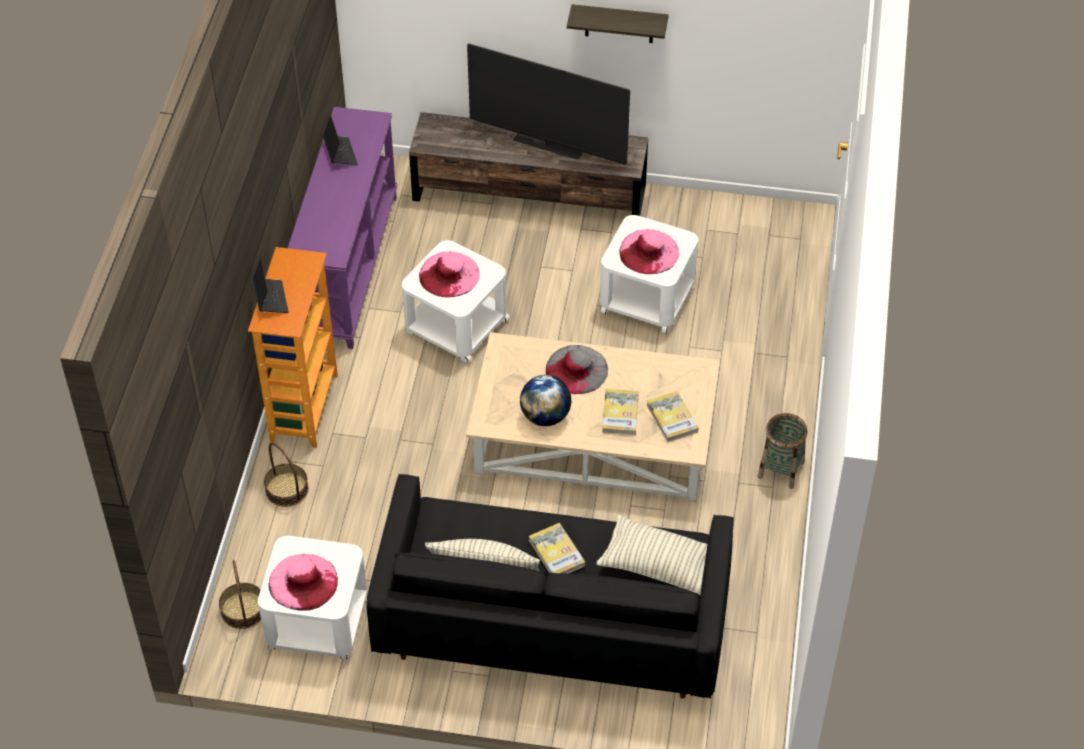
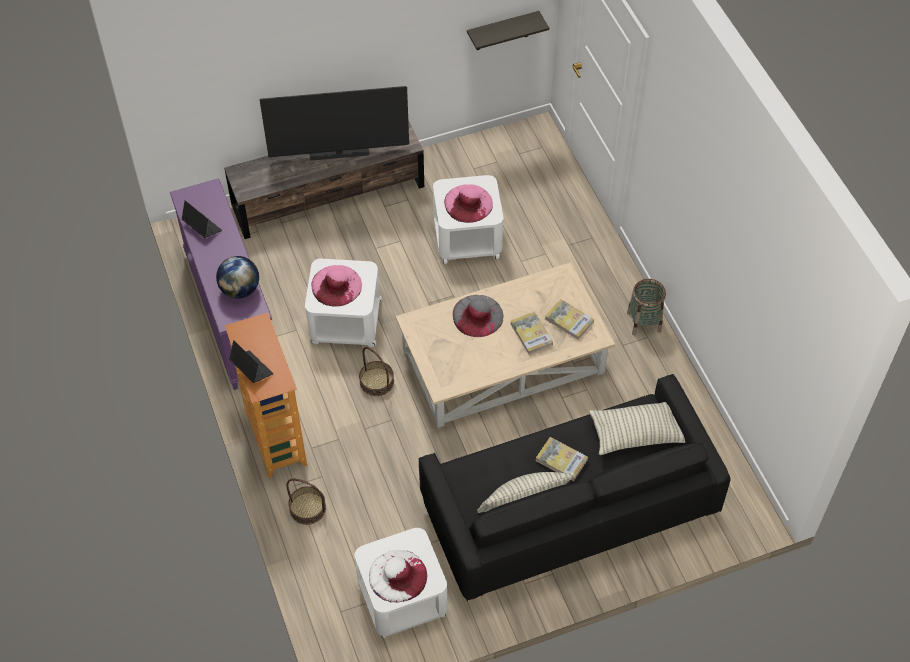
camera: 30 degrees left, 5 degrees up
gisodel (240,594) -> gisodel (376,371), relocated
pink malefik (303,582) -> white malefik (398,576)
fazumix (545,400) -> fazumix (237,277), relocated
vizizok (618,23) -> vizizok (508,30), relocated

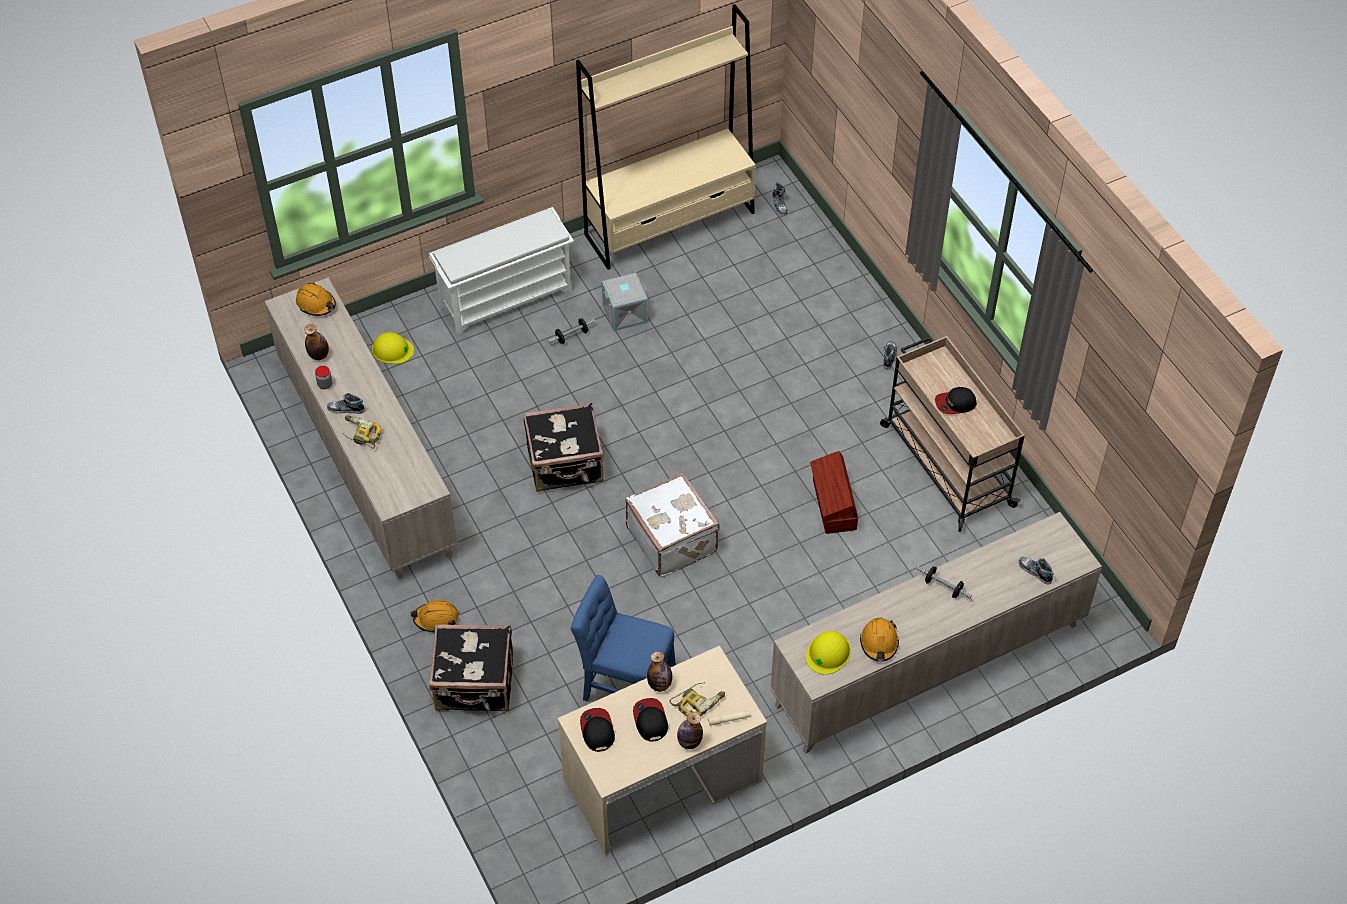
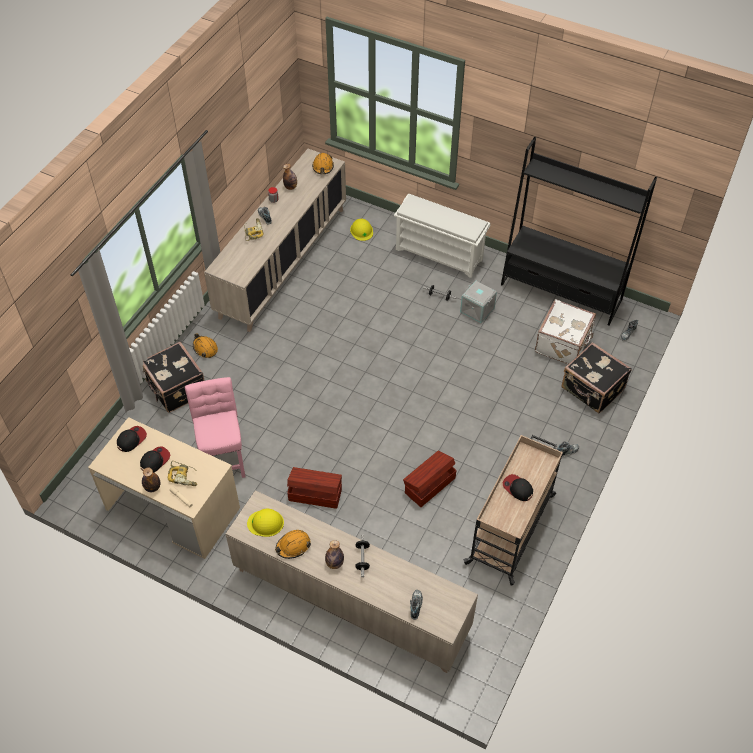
camera: 55 degrees right, 0 degrees up
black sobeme (563,447) -> black sobeme (596,377), relocated
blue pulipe (623,638) -> pink pulipe (215,427)
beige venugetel (666,137) -> black venugetel (579,231)
white sobeme (672,525) -> white sobeme (565,331), relocated
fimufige (659,671) -> fimufige (334,554), relocated
none -> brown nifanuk (314,488)

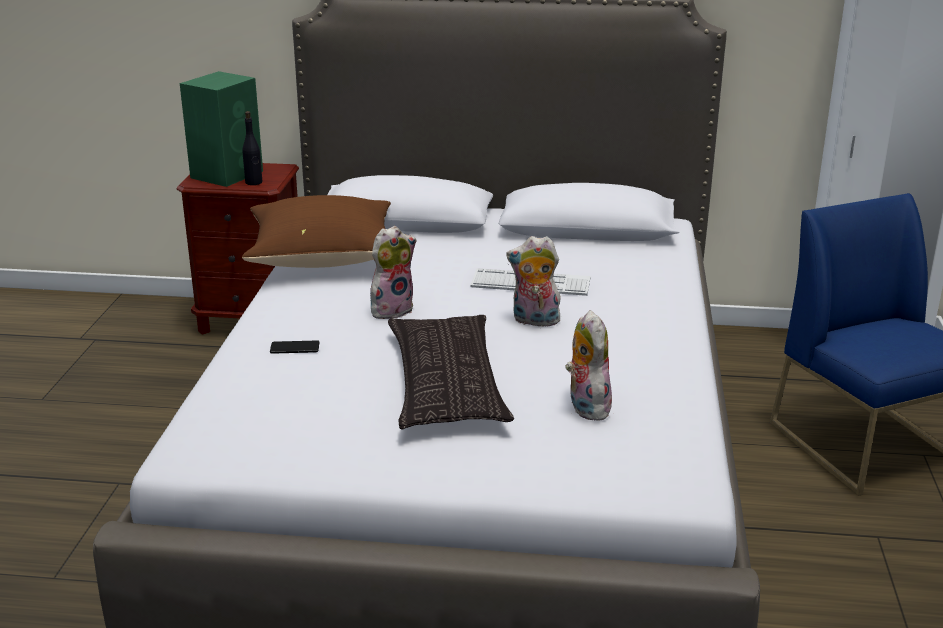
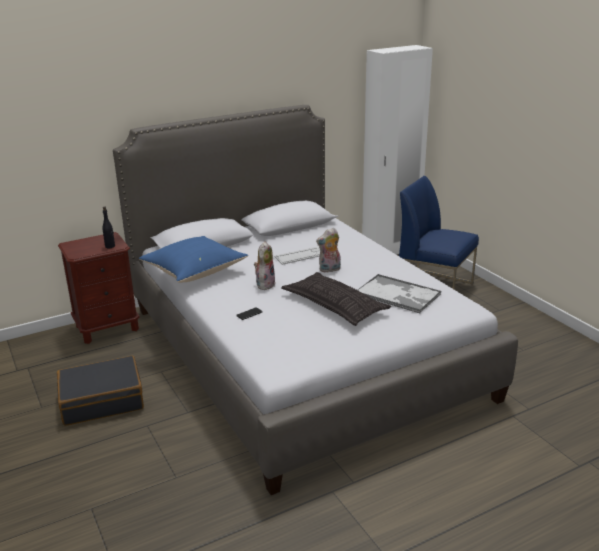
camera: 35 degrees left, 0 degrees up
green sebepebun (221,129) -> none
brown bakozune (316,231) -> blue bakozune (193,259)
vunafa (588,365) -> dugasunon (399,293)
none -> black sobeme (100,391)

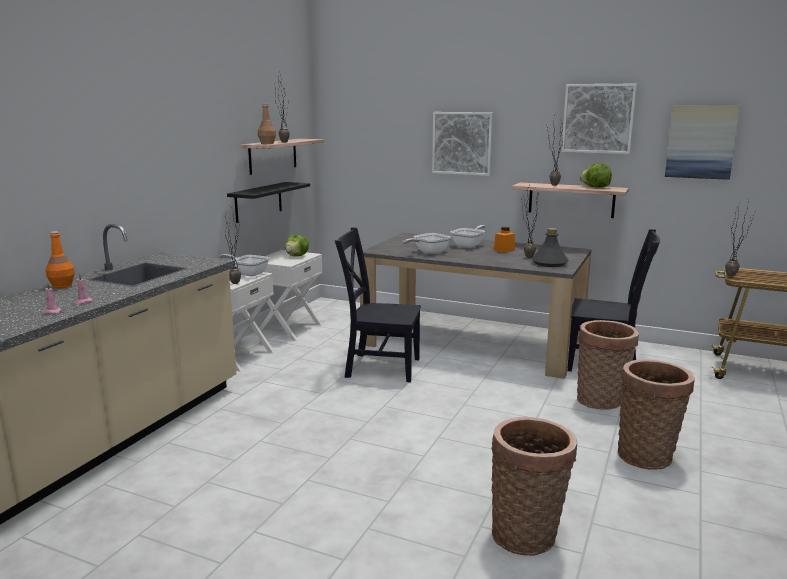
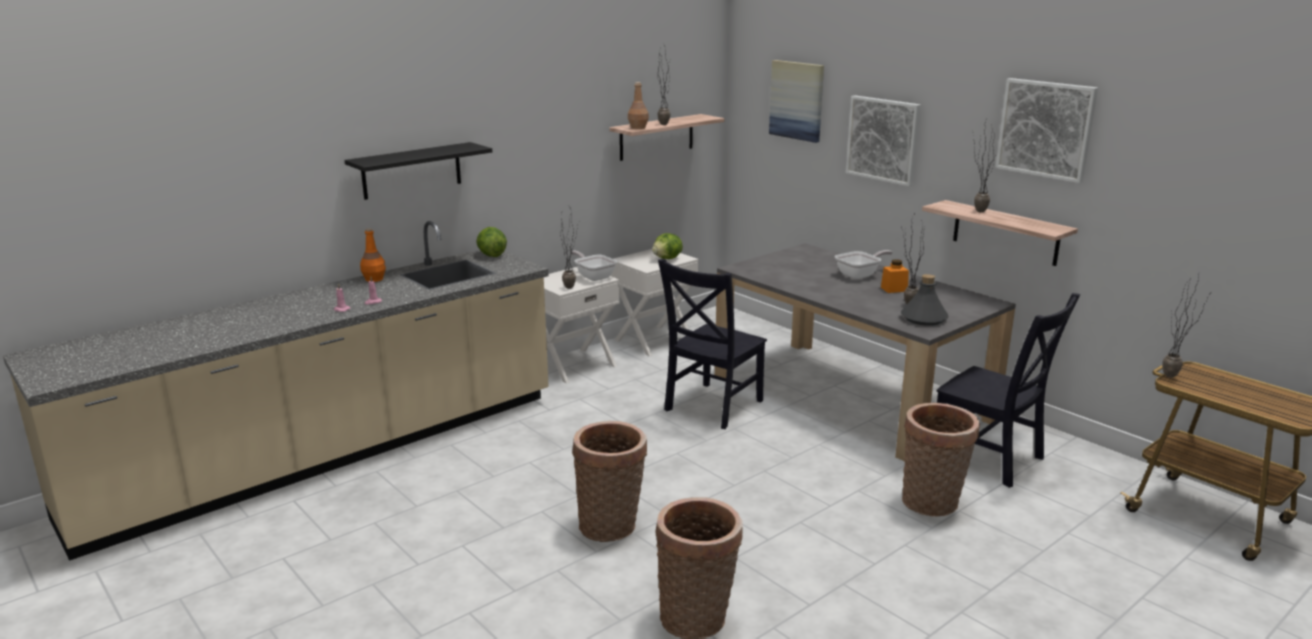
camera: 25 degrees right, 5 degrees up
black vizizok (268,202) -> black vizizok (418,171), relocated
black pulipe (378,304) -> black pulipe (712,344), 90 degrees counterclockwise
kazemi (427,243) -> none
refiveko (596,175) -> refiveko (491,242), relocated
gisodel (656,415) -> gisodel (609,481), relocated
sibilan (702,142) -> sibilan (796,101), relocated

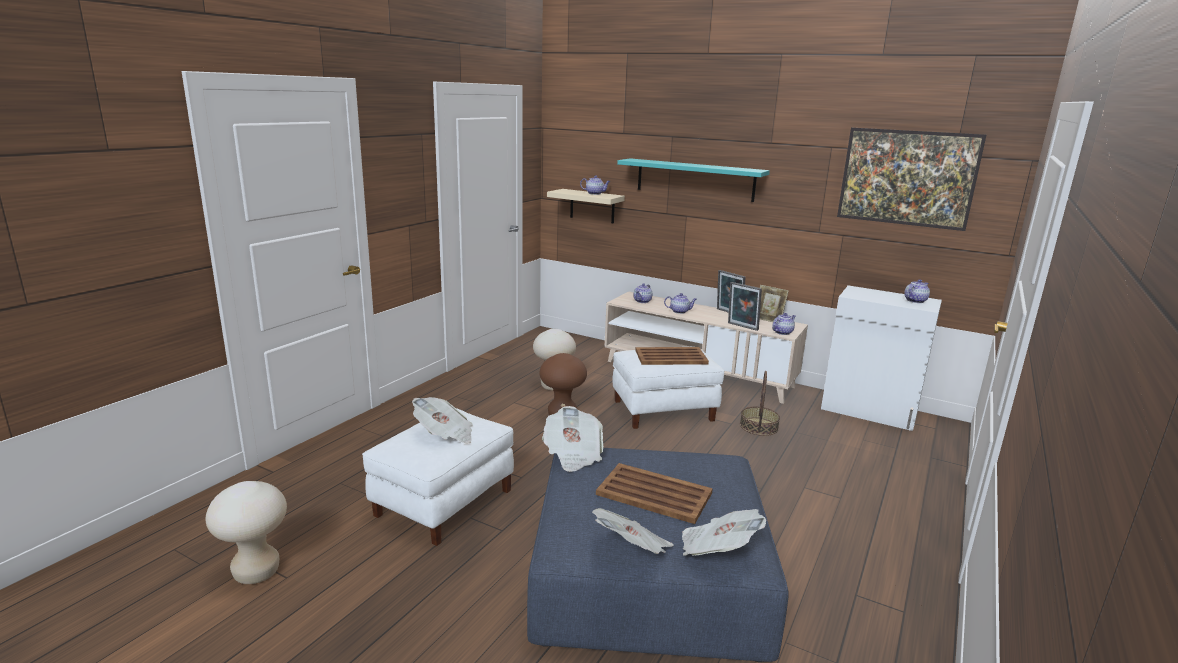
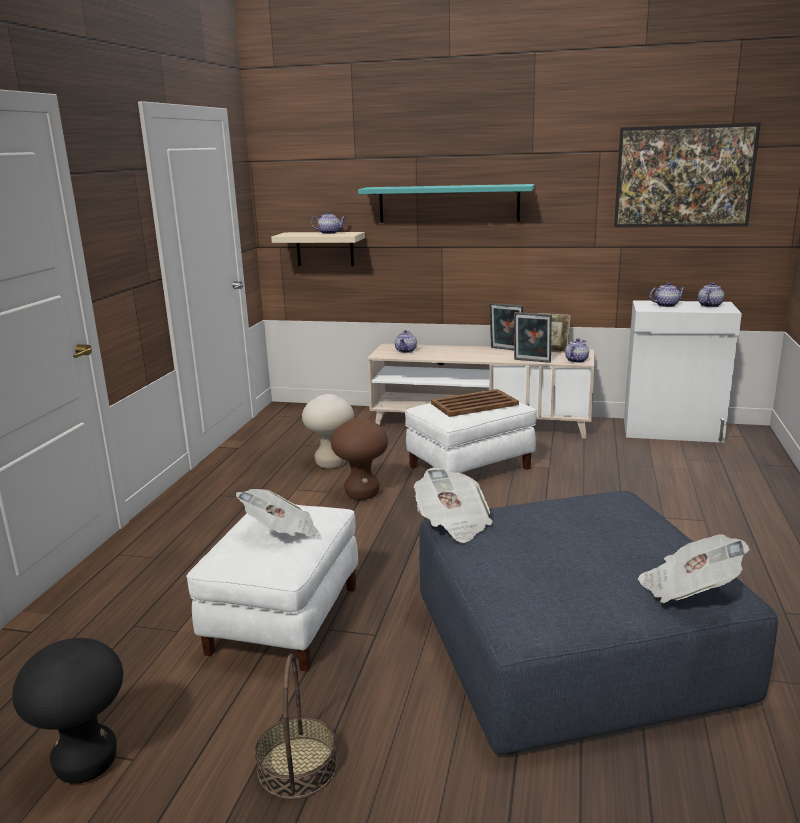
camera: 15 degrees left, 0 degrees up
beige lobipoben (246,532) -> black lobipoben (67,711)
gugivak (633,531) -> none
brown dugasunon (654,493) -> none
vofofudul (680,303) -> vofofudul (668,294), relocated
gisodel (760,403) -> gisodel (296,726), relocated

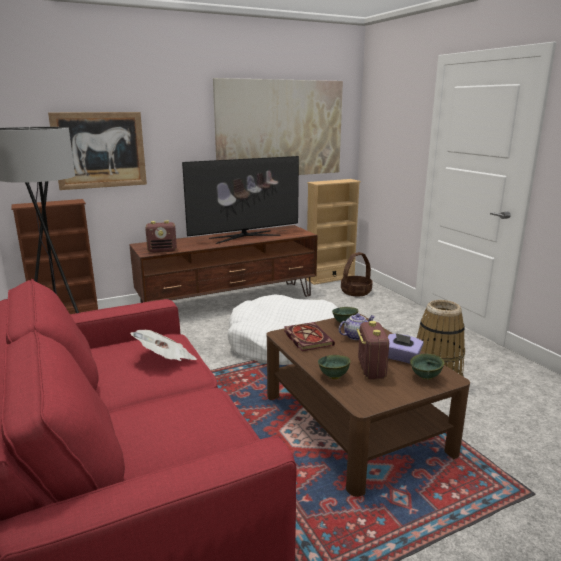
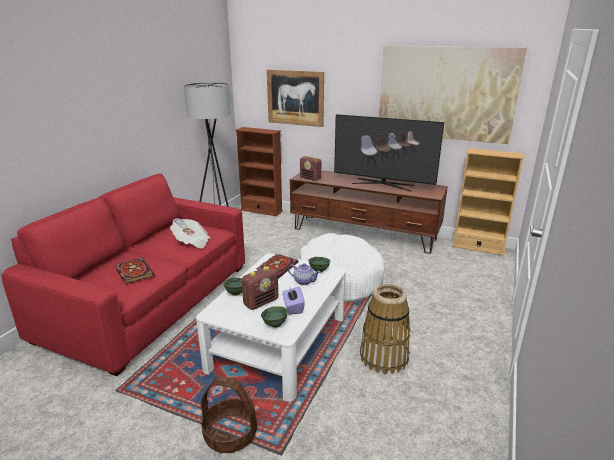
camera: 50 degrees right, 5 degrees up
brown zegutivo (368,405) -> white zegutivo (271,328)
gisodel (356,274) -> gisodel (229,414), relocated
none -> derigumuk (135,271)

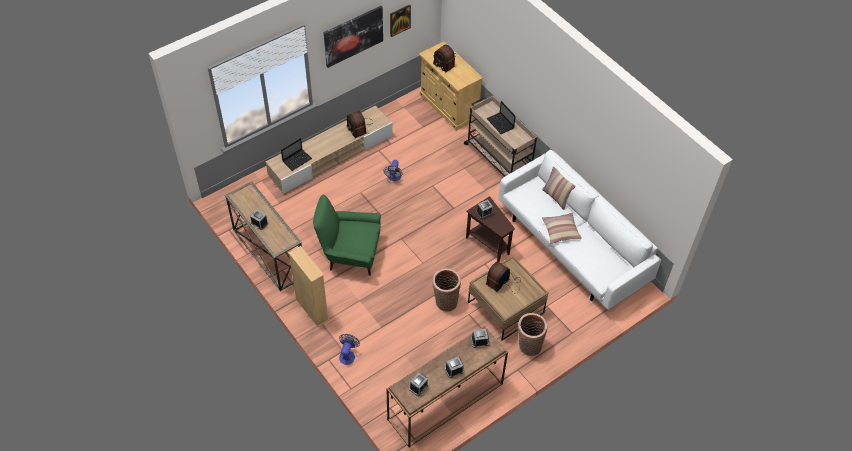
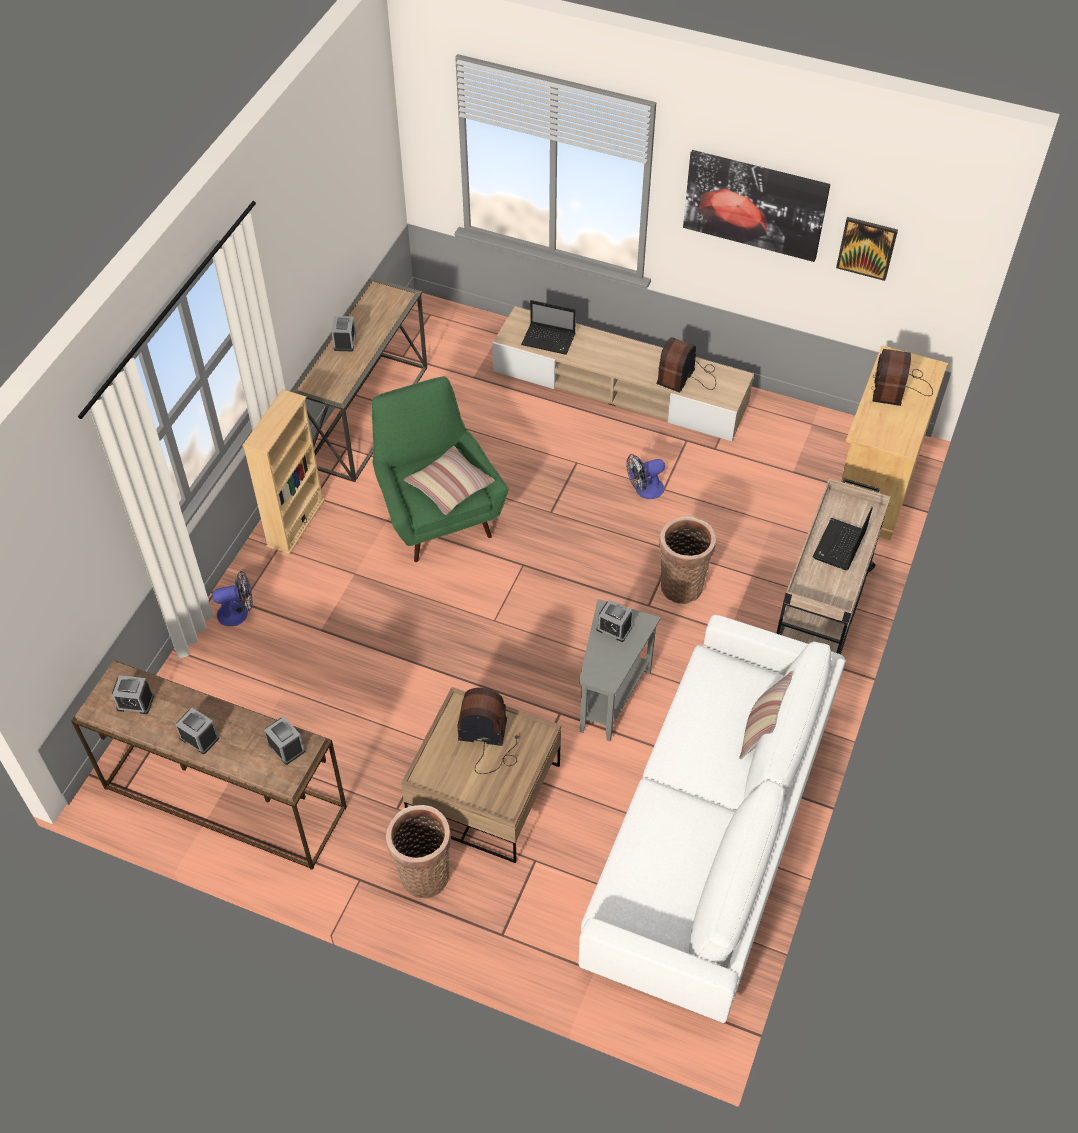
camera: 60 degrees right, 0 degrees up
gisodel (446,290) -> gisodel (687,560), relocated
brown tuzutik (490,229) -> grey tuzutik (619,670)
bakozune (562,228) -> bakozune (449,480), relocated

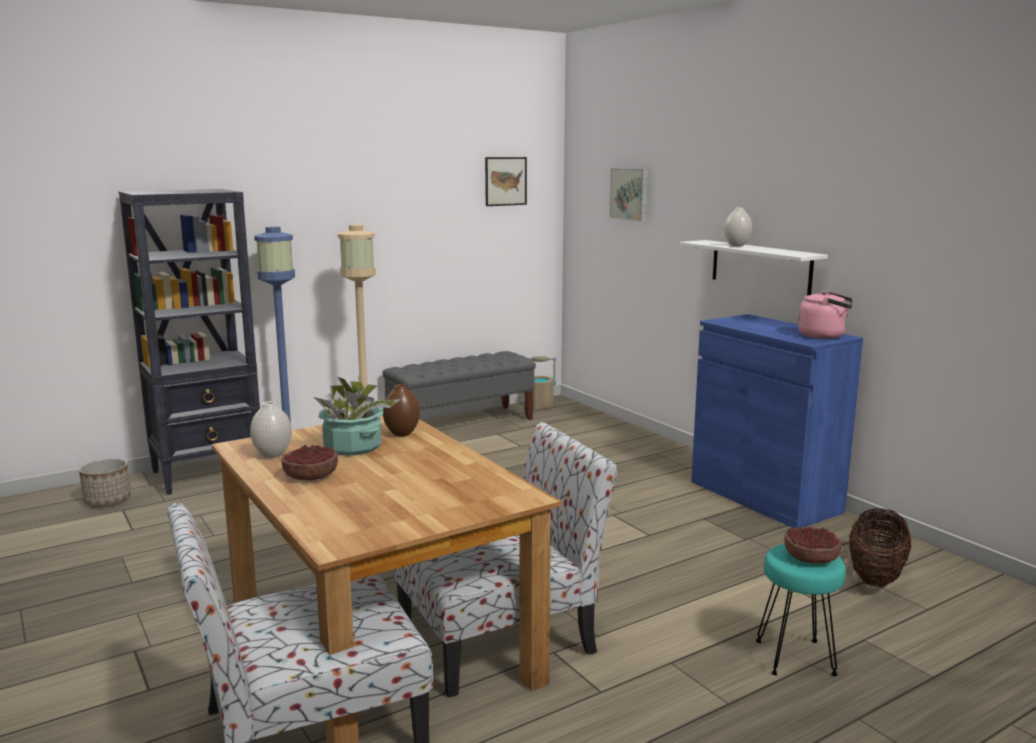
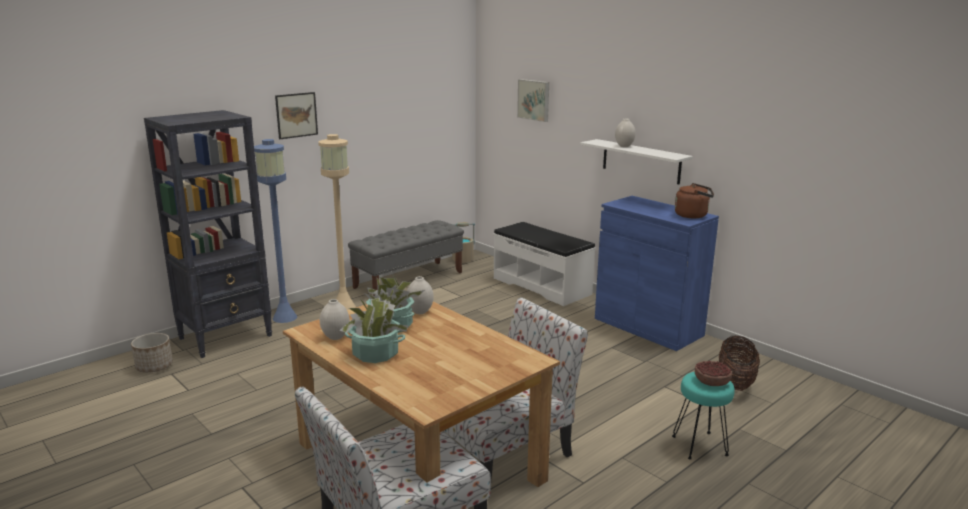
camera: 10 degrees left, 5 degrees up
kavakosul (310,462) -> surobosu (373,330)
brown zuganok (401,410) -> white zuganok (420,295)
sibilan (506,181) -> sibilan (296,115), relocated
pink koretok (825,315) -> brown koretok (694,201)
none -> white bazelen (544,264)

